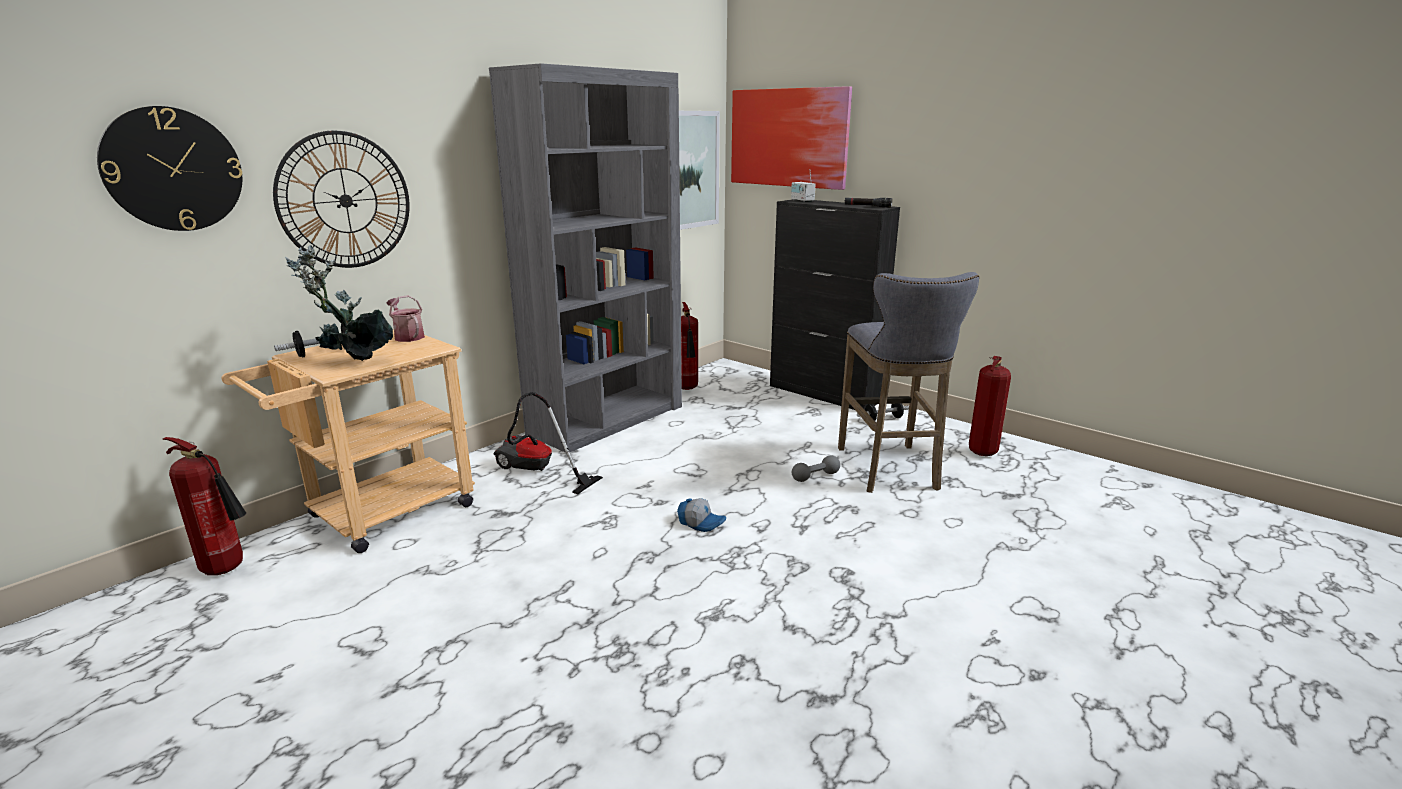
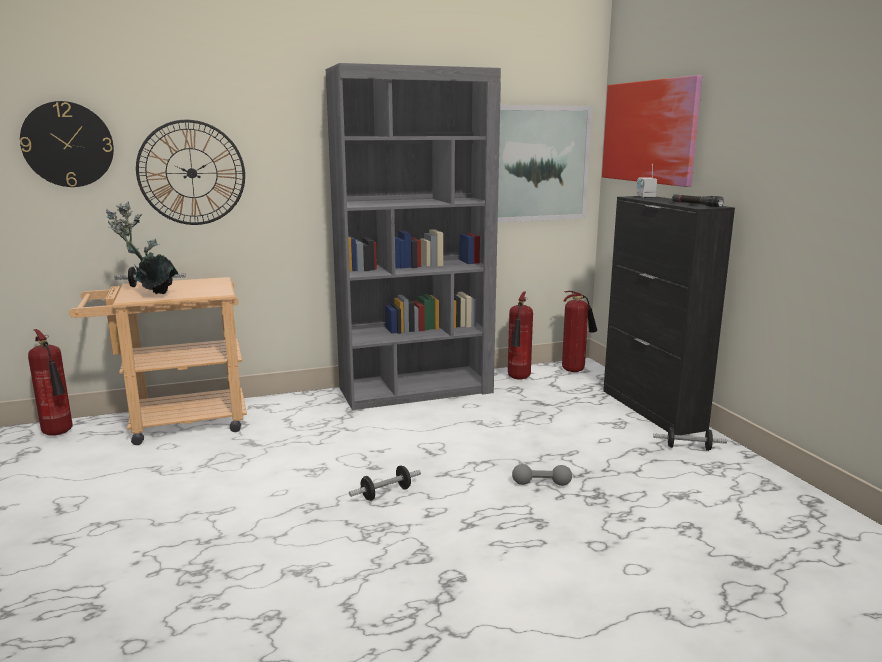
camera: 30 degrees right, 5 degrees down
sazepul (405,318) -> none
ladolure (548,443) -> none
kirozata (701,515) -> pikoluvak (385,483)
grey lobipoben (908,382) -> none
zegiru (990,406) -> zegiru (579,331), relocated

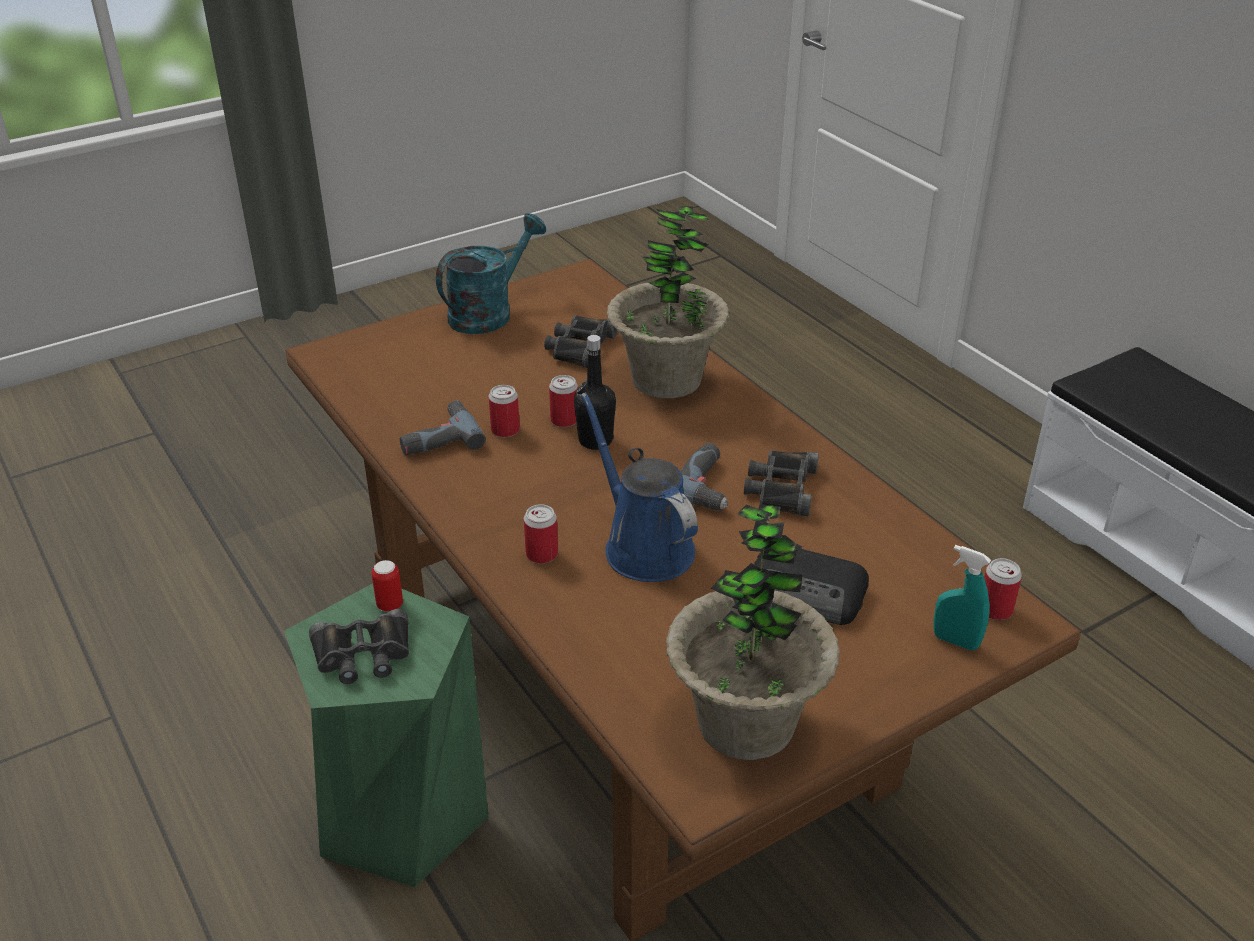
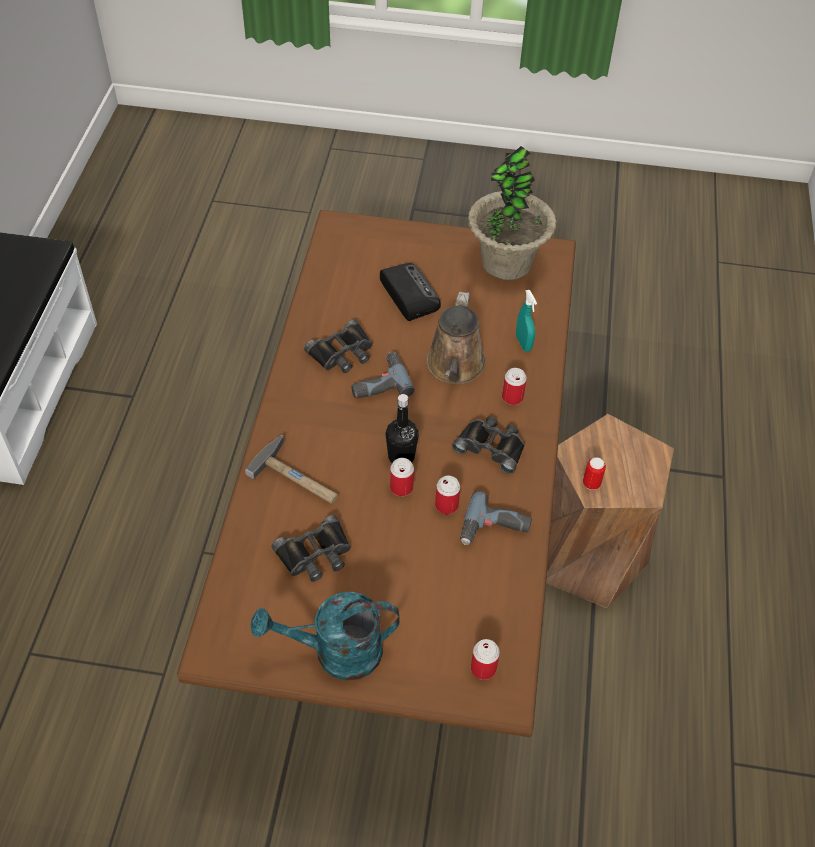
camera: 140 degrees left, 15 degrees up
green lobipoben (386,735) -> brown lobipoben (610,511)
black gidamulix (359,646) -> black gidamulix (488,445), relocated
blue sazepul (639,487) -> brown sazepul (456,338)
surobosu (668,302) -> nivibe (291,469)
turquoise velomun (962,597) -> turquoise velomun (526,321), relocated
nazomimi (1003,589) -> nazomimi (485,659), relocated

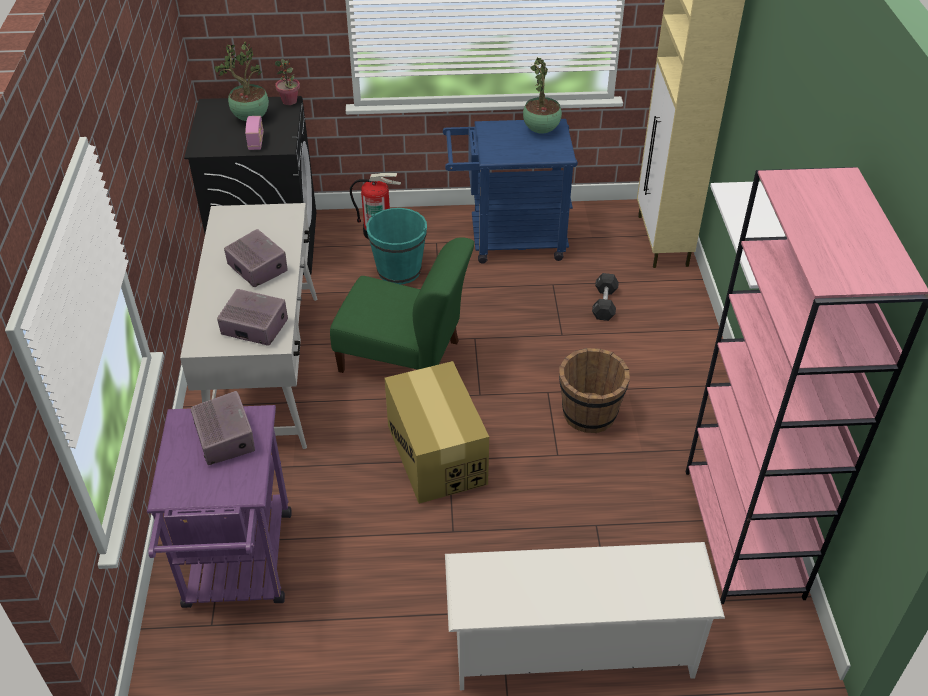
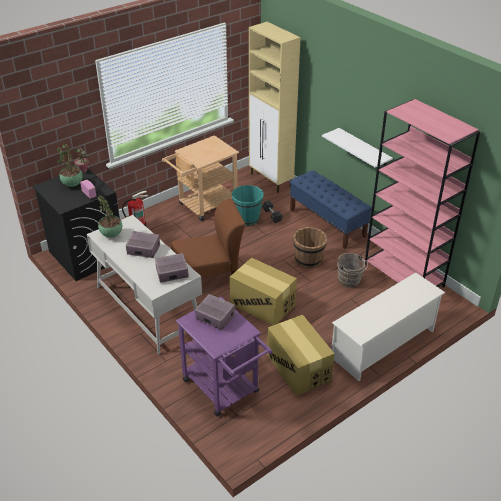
camera: 35 degrees left, 5 degrees down
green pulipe (402,305) -> brown pulipe (208,238)
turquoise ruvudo (396,246) -> turquoise ruvudo (248,205), relocated
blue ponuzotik (510,191) -> beige ponuzotik (200,178)
surobosu (542,95) -> surobosu (110,216), relocated
none -> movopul (301,355)
none -> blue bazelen (331,209)
none -> brown ruvudo (352,270)

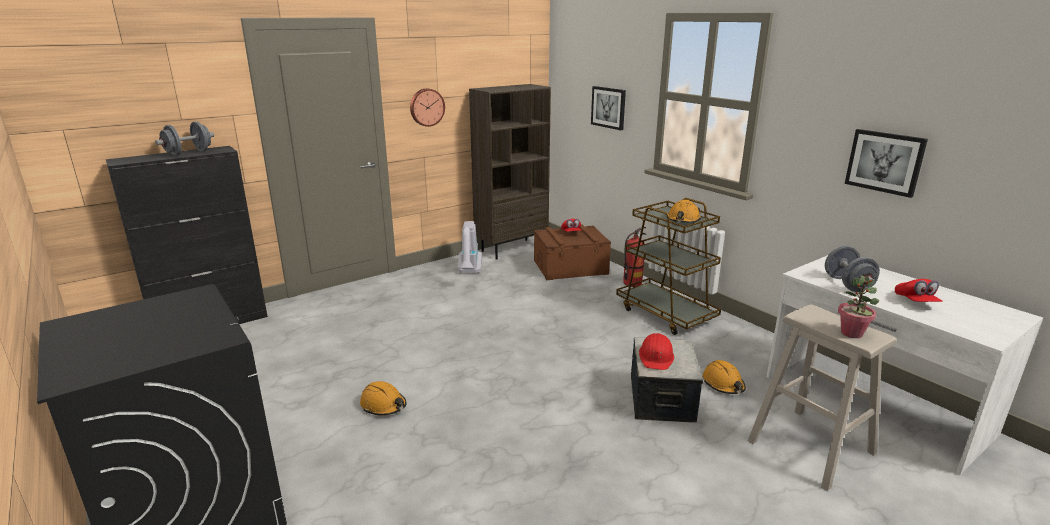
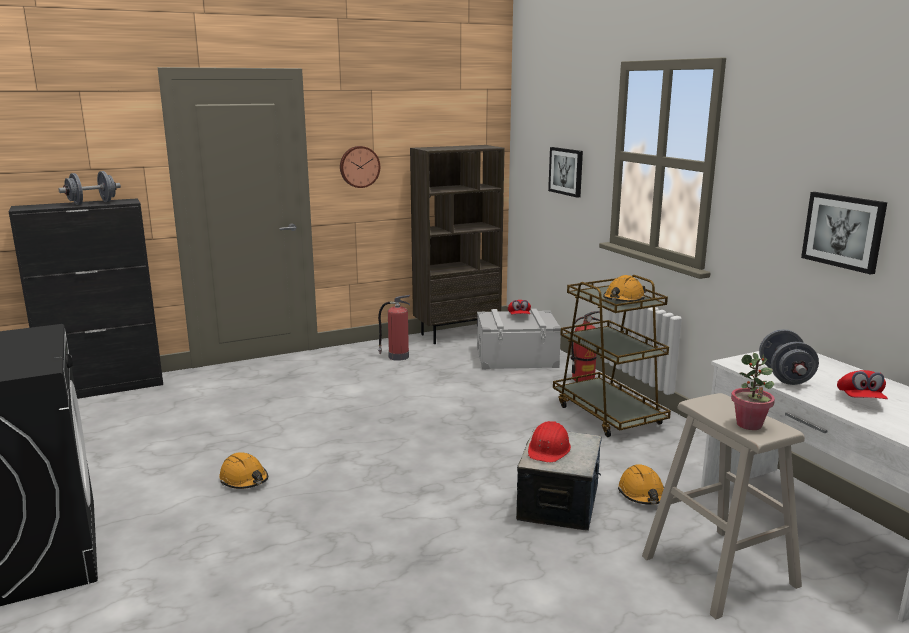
camera: 10 degrees right, 5 degrees down
ladolure (470,247) -> zegiru (394,328)
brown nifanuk (572,252) -> grey nifanuk (519,338)

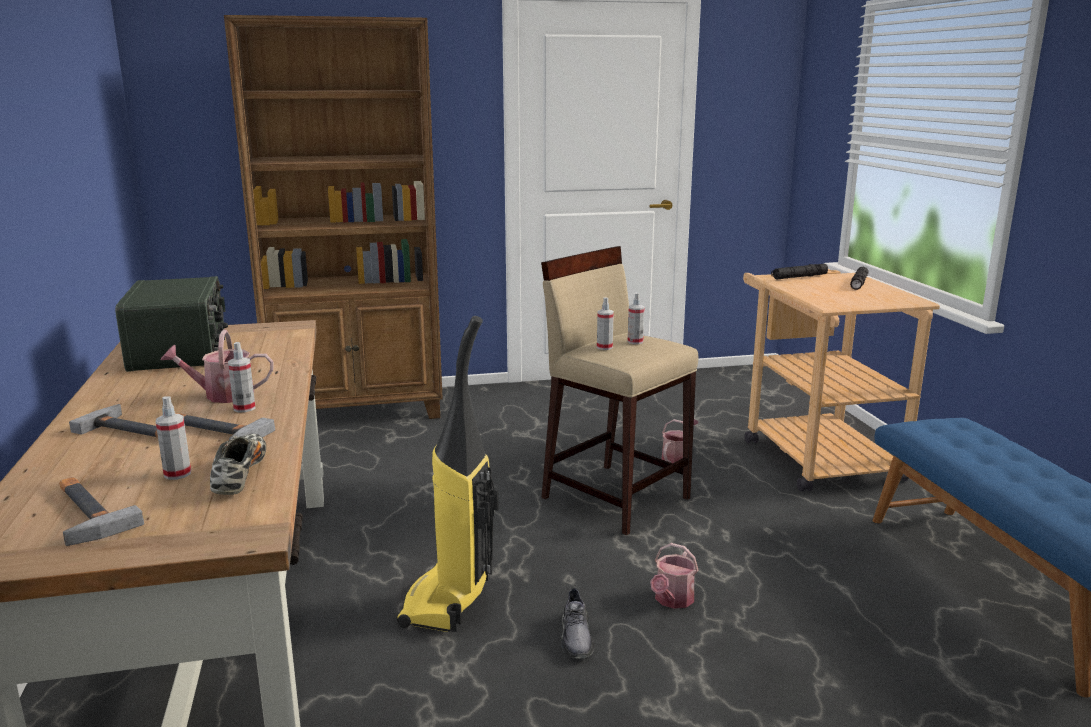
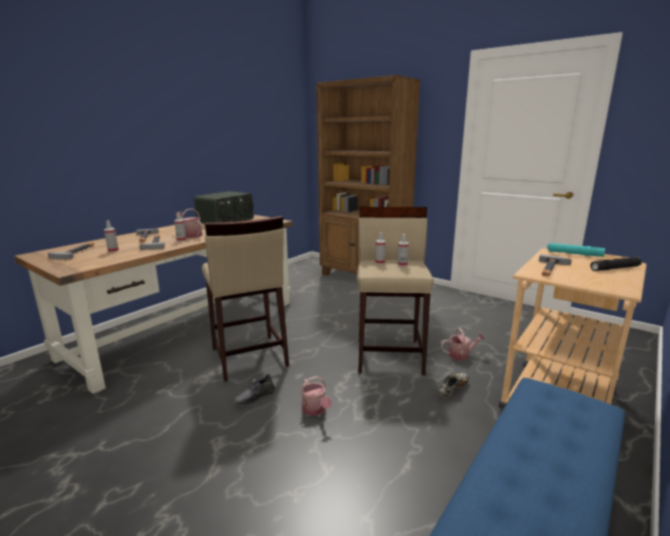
camera: 50 degrees right, 0 degrees up
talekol (238,464) -> talekol (453,385), relocated
ladolure (448,474) -> beige lobipoben (245,299)
sazepul (674,576) -> sazepul (316,396), 105 degrees counterclockwise
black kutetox (799,271) -> turquoise kutetox (576,250)
none -> nivibe (555,265)

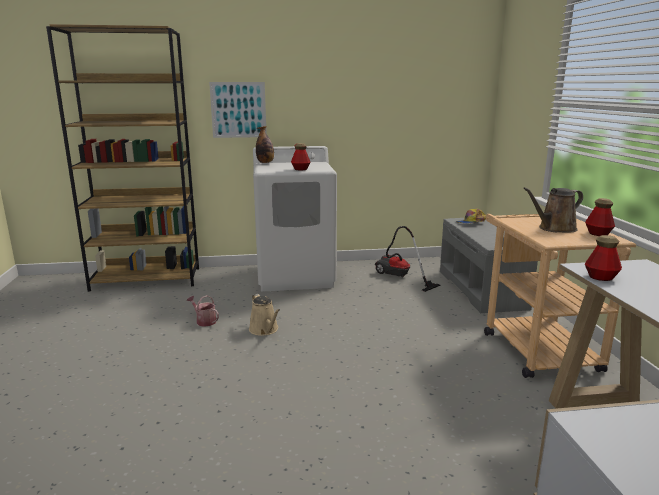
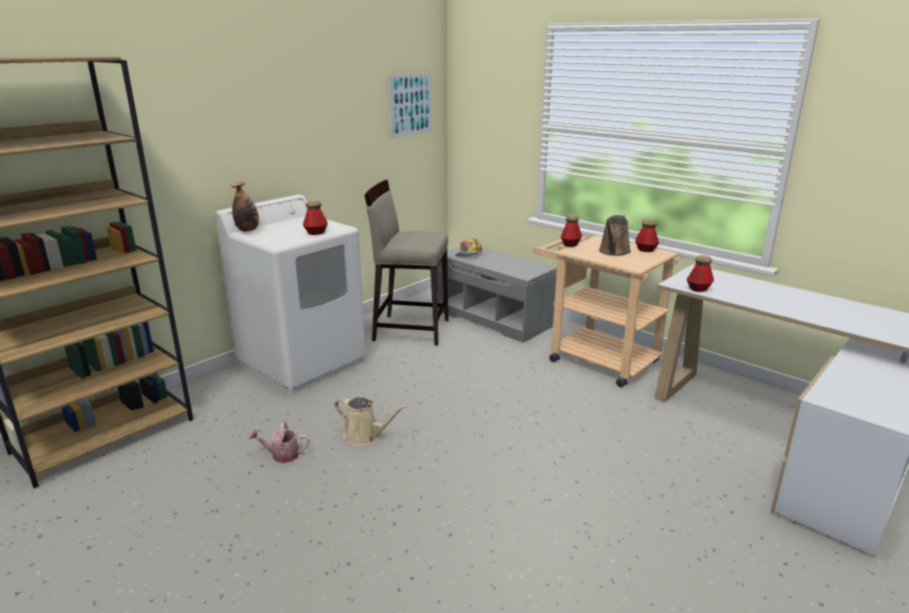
camera: 40 degrees left, 5 degrees up
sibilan (238,110) -> sibilan (410,105), relocated
ladolure (408,259) -> beige lobipoben (406,263)
none -> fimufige (571,231)

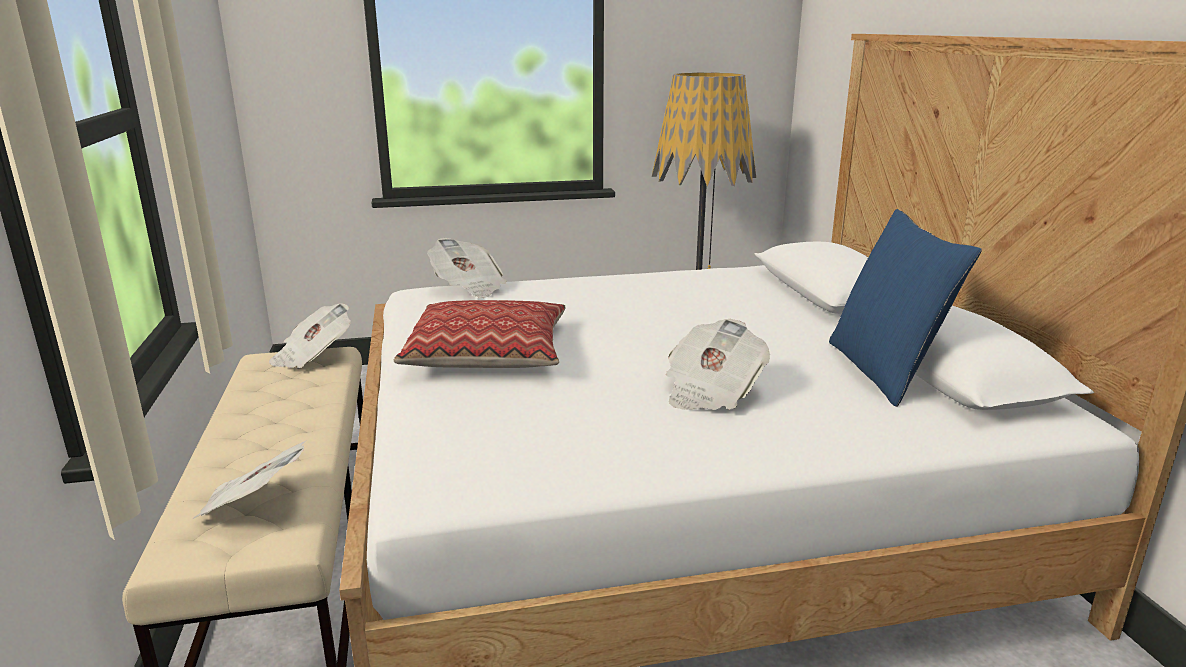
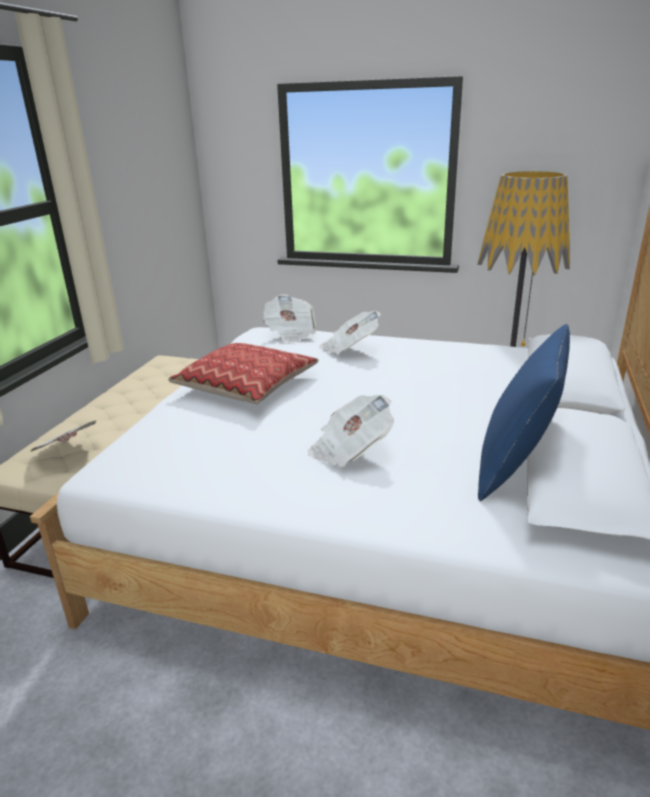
camera: 30 degrees right, 5 degrees up
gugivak (310,336) -> gugivak (350,333), relocated

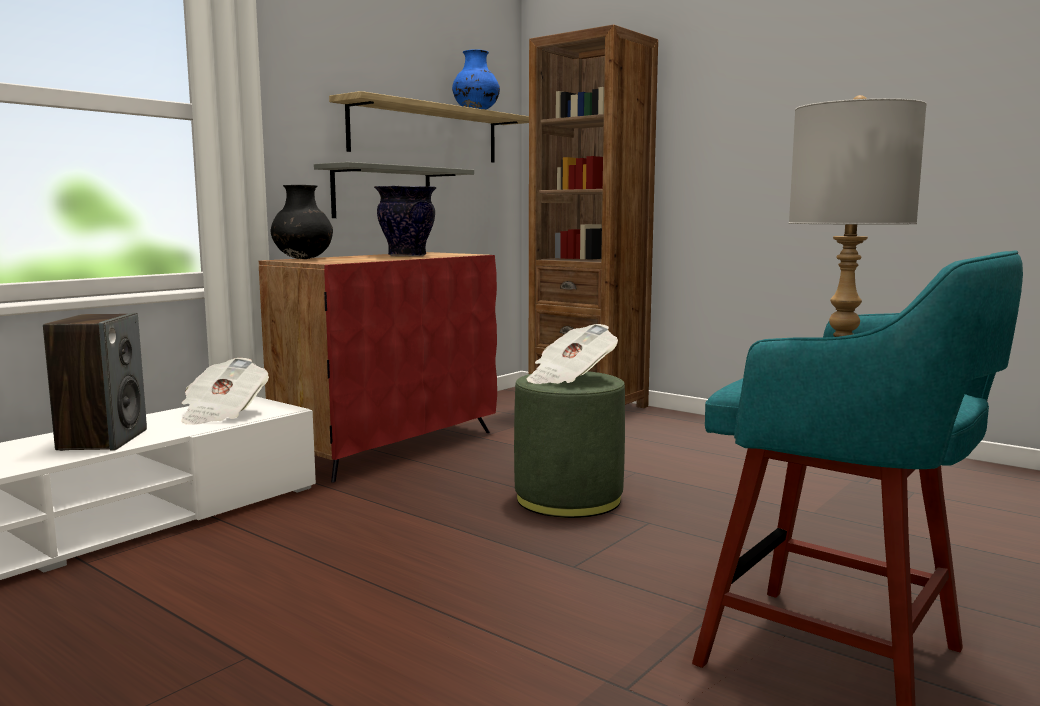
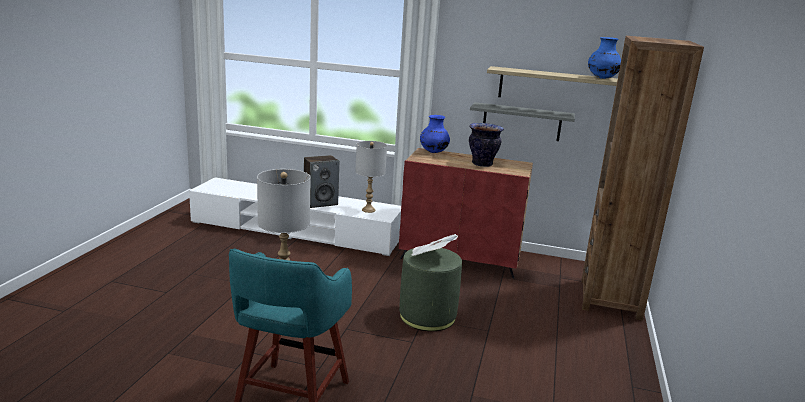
camera: 65 degrees right, 10 degrees up
gugivak (225,391) -> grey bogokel (371,177)
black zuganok (302,222) -> blue zuganok (435,134)

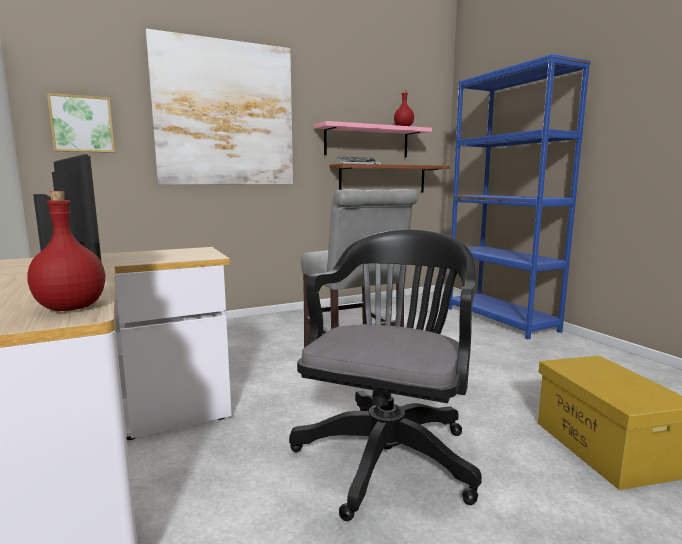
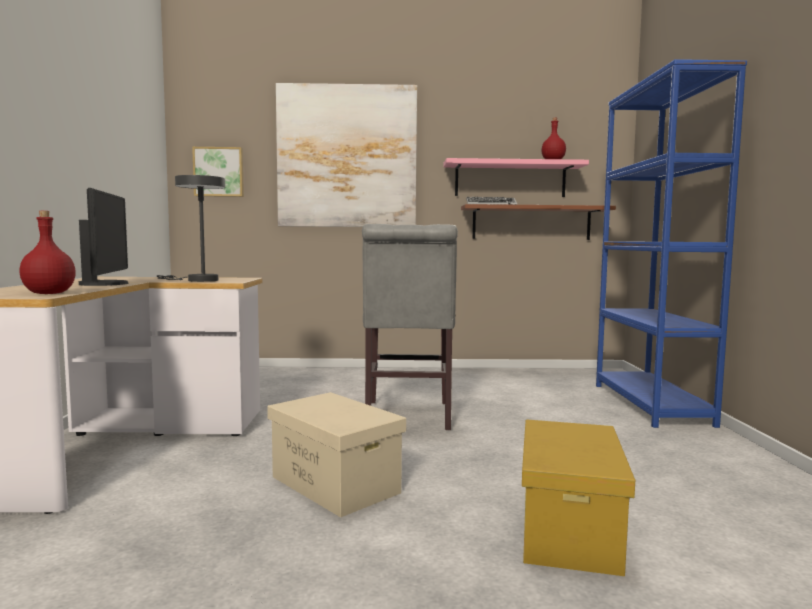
camera: 25 degrees right, 5 degrees down
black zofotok (385,375) -> beige nifanuk (336,454)
none -> grey bogokel (191,228)

